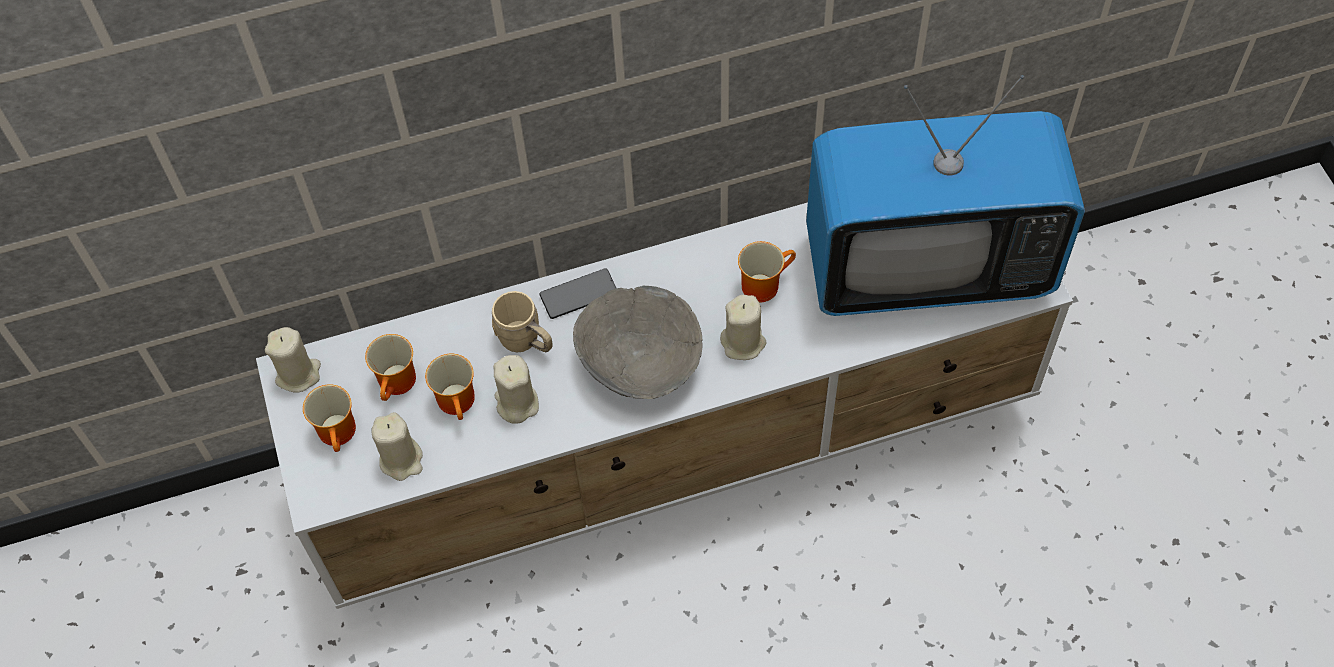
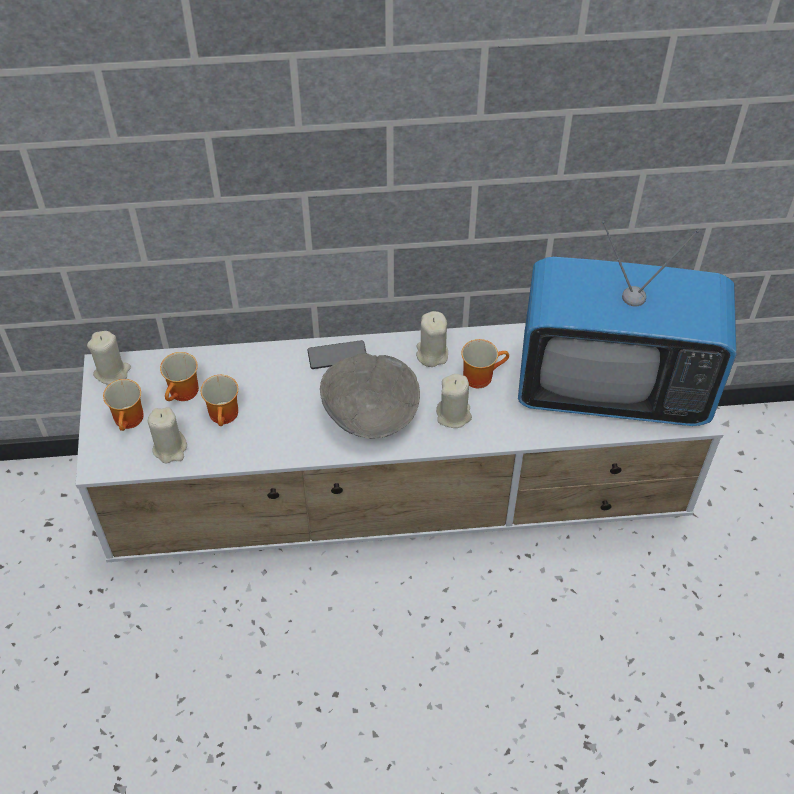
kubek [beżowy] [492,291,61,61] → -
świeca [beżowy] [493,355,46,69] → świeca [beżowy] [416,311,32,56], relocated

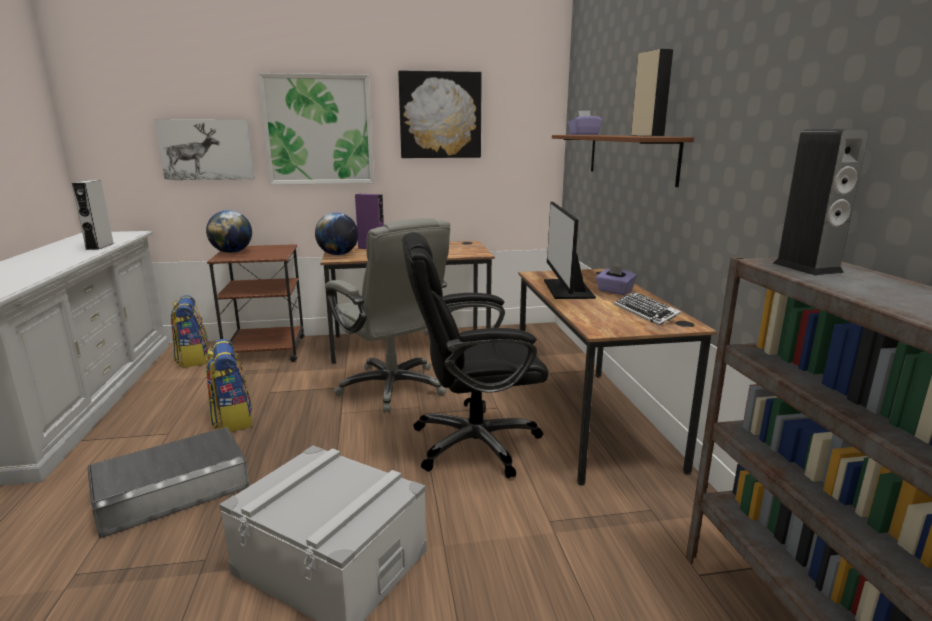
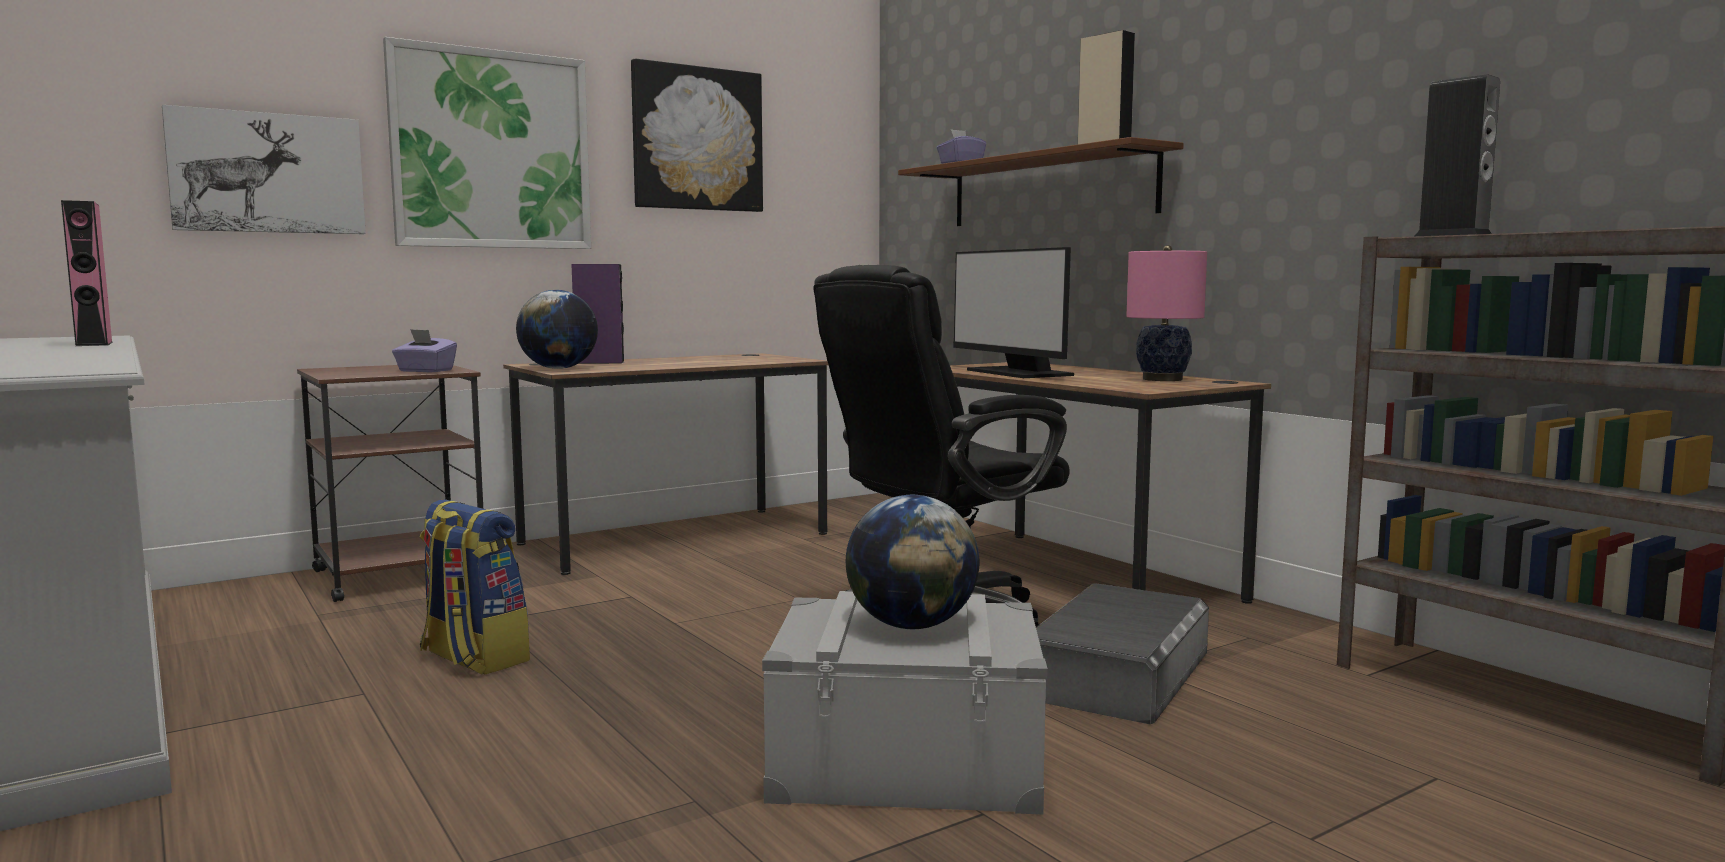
głośnik [szary] [72,180,42,70] → głośnik [różowy] [61,200,51,146]
globus [206,210,46,43] → globus [846,495,134,134], relocated
krzesło biurowe [szary] [325,218,125,195] → -
pudełko chusteczek [fioletowy] [596,264,41,31] → pudełko chusteczek [fioletowy] [392,329,65,43], relocated
klawiatura [614,292,67,34] → lampa stołowa [różowy] [1126,245,81,136]
plecak [171,295,37,72] → -
pojemnik do przechowywania [szary] [87,427,162,111] → pojemnik do przechowywania [szary] [1036,583,173,141], relocated

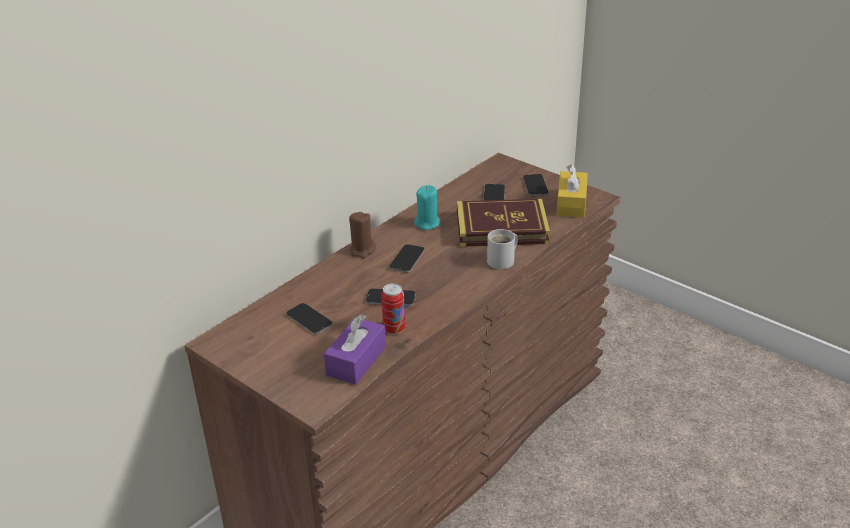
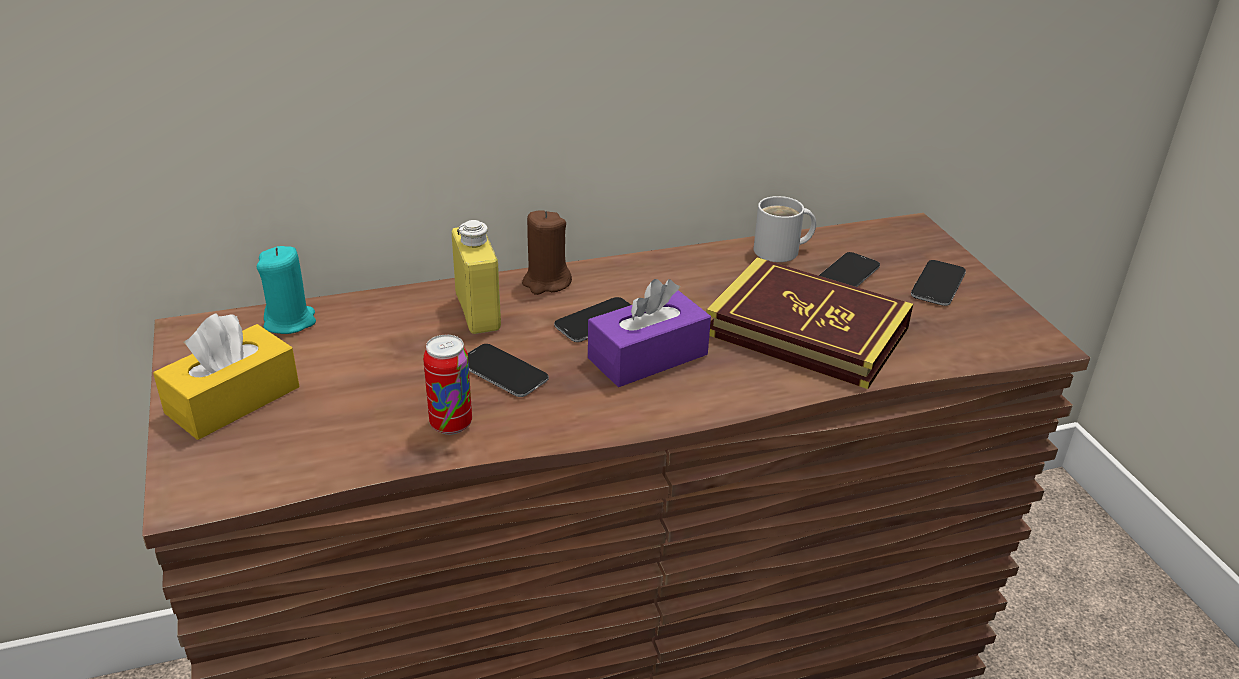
pudełko chusteczek [żółty] [557,164,31,54] → pudełko chusteczek [żółty] [153,313,146,127], relocated
świeca [turkusowy] [414,185,26,45] → świeca [turkusowy] [257,246,59,88], relocated
kubek [biały] [487,229,31,40] → kubek [biały] [754,196,62,66], relocated
telefon [286,303,47,31] → -
pudełko chusteczek [fioletowy] [324,314,62,71] → pudełko chusteczek [fioletowy] [588,279,123,108], relocated
- → butelka [żółty] [452,220,49,114]

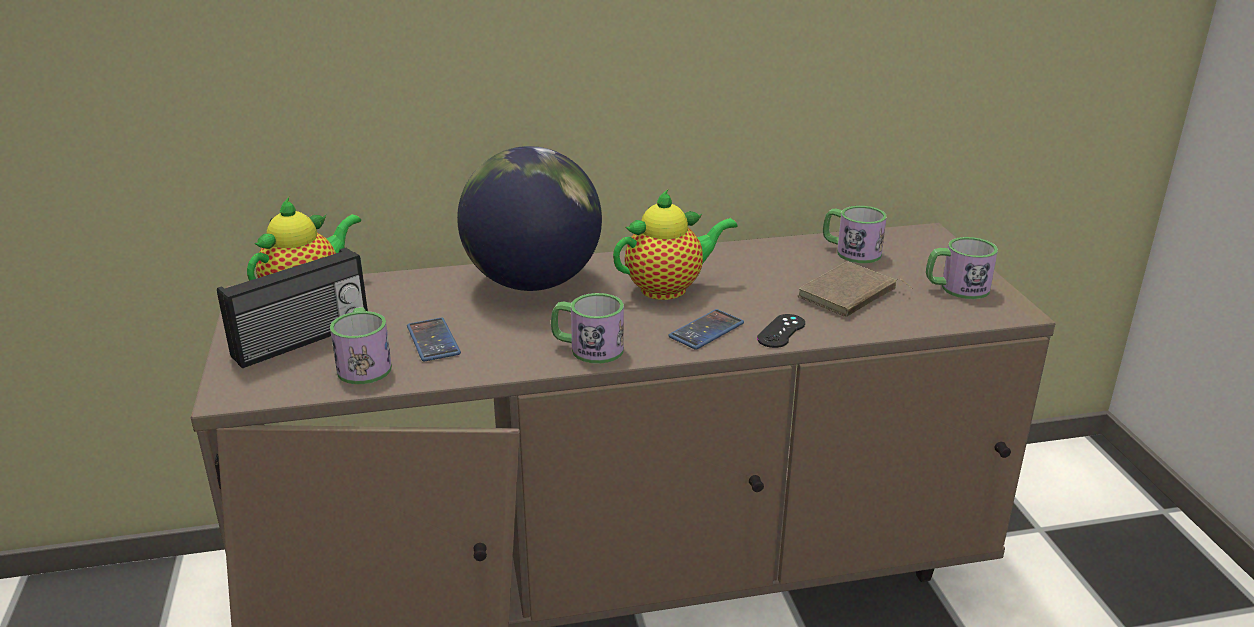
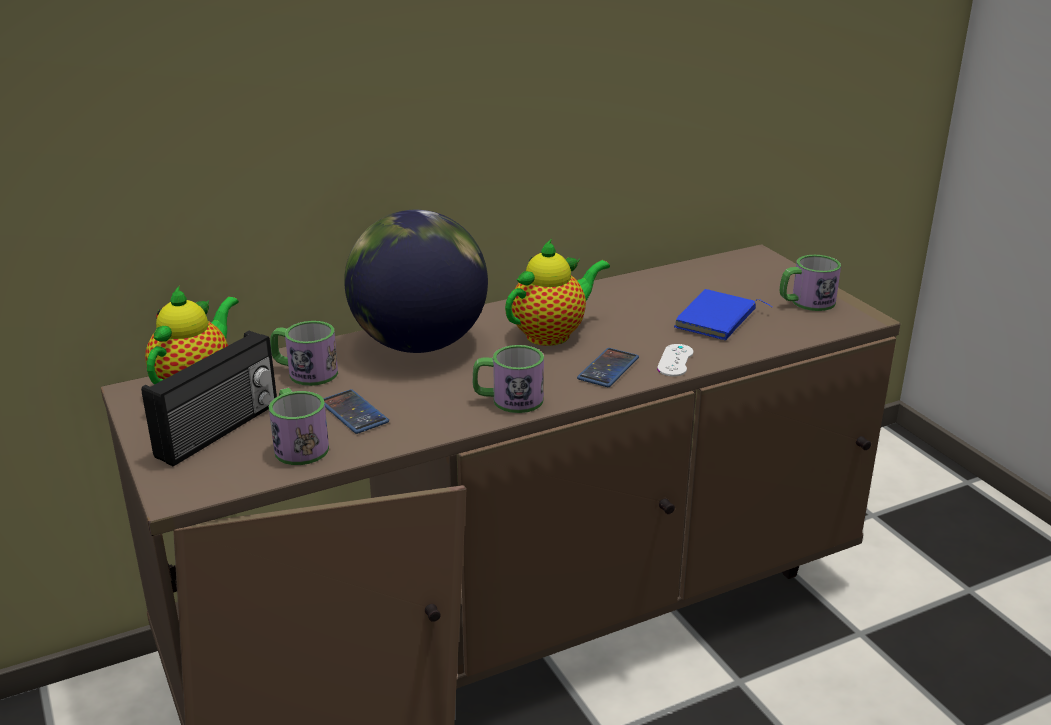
kubek [823,206,64,57] → kubek [270,321,68,65], relocated
książka [brązowy] [798,261,115,56] → książka [niebieski] [674,289,98,51]
pad do gier [czarny] [757,314,48,34] → pad do gier [biały] [657,344,36,33]

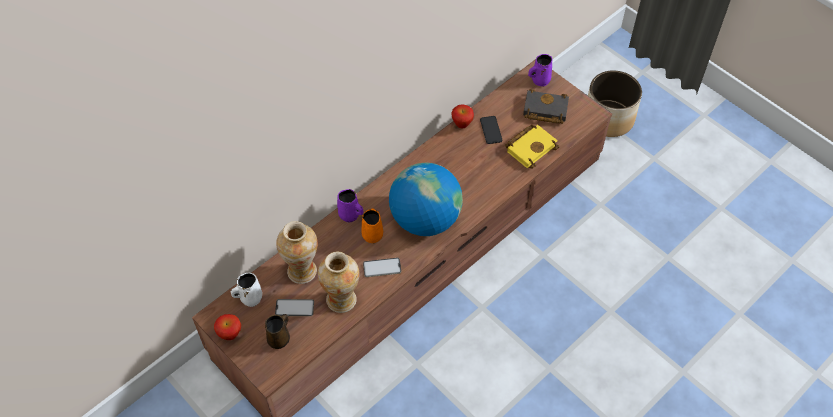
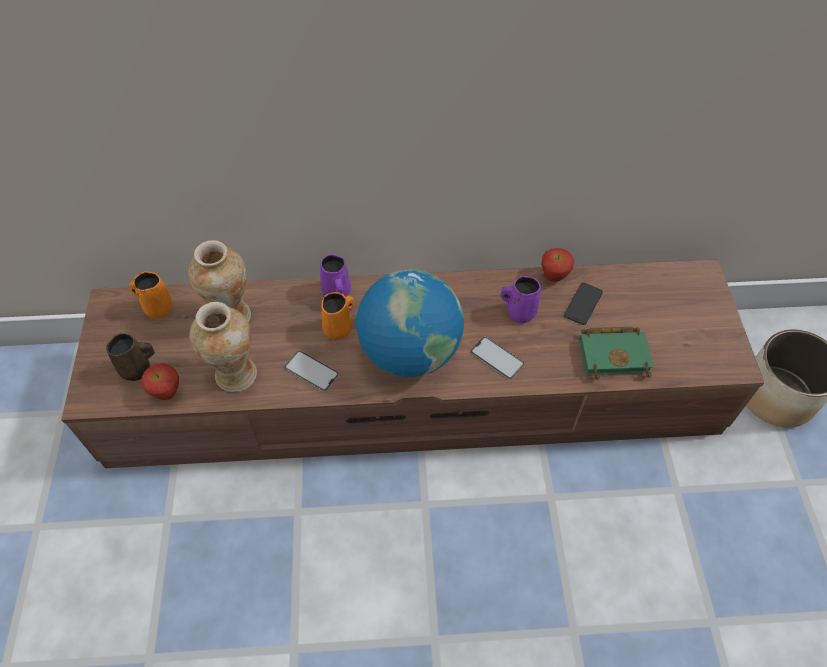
kubek [fioletowy] [528,54,25,32] → kubek [fioletowy] [500,276,41,47], relocated
książka [czarny] [523,89,46,35] → -
książka [żółty] [505,124,55,44] → książka [zielony] [579,327,75,53]
kubek [biały] [231,273,31,34] → kubek [pomarańczowy] [129,272,44,47]
telefon [275,299,39,17] → telefon [471,337,53,42], relocated
jabłko [214,314,27,26] → jabłko [141,363,38,37], relocated

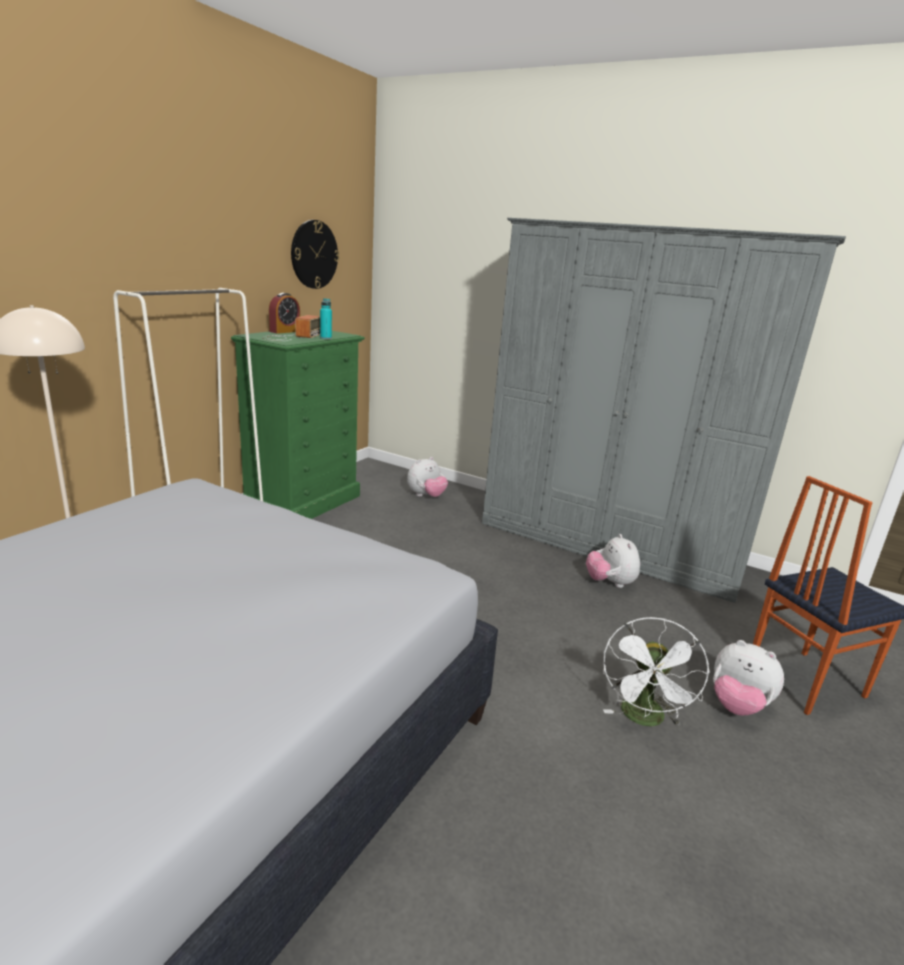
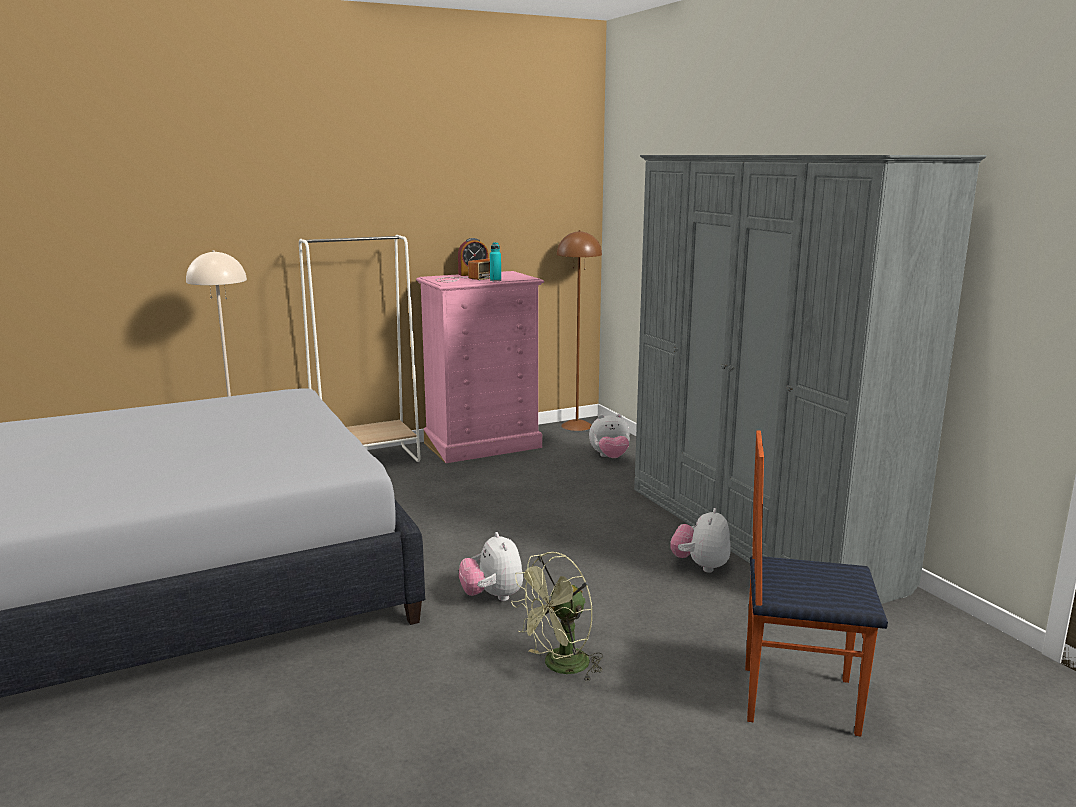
zegar ścienny [291,220,48,69] → -
komoda [zielony] [231,331,134,188] → komoda [różowy] [416,271,128,192]
wentylator [biały] [603,617,106,109] → wentylator [zielony] [511,552,92,128]
pluszak [713,640,71,76] → pluszak [459,532,64,69], relocated
- → lampa stojąca [brązowy] [557,230,45,201]

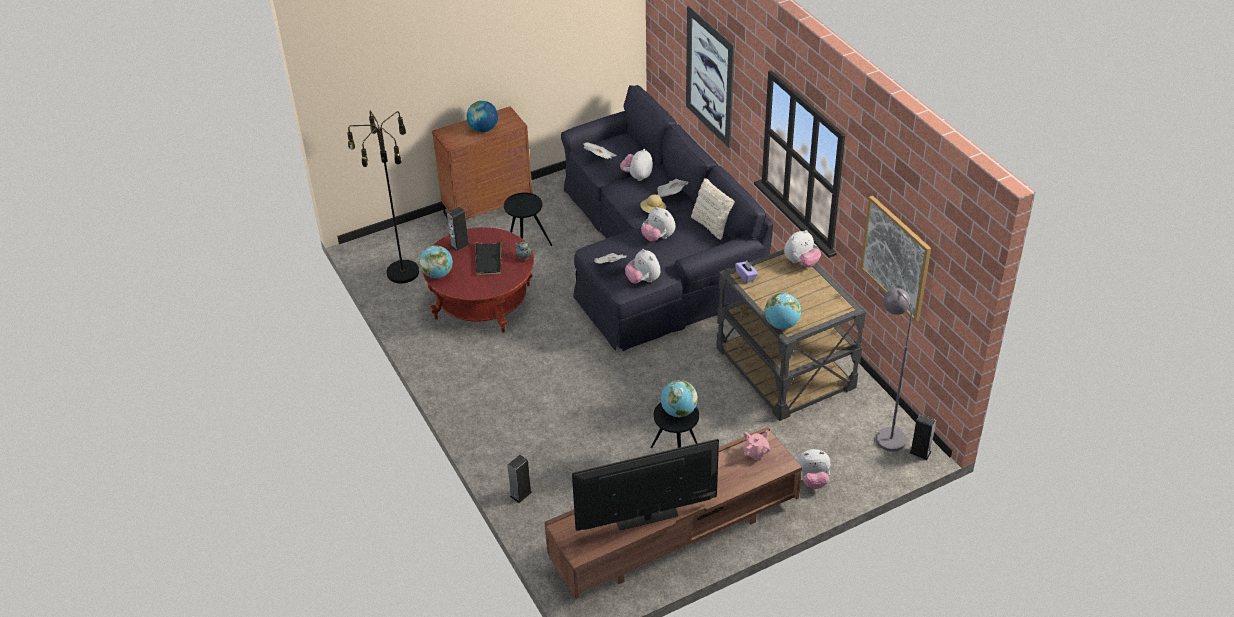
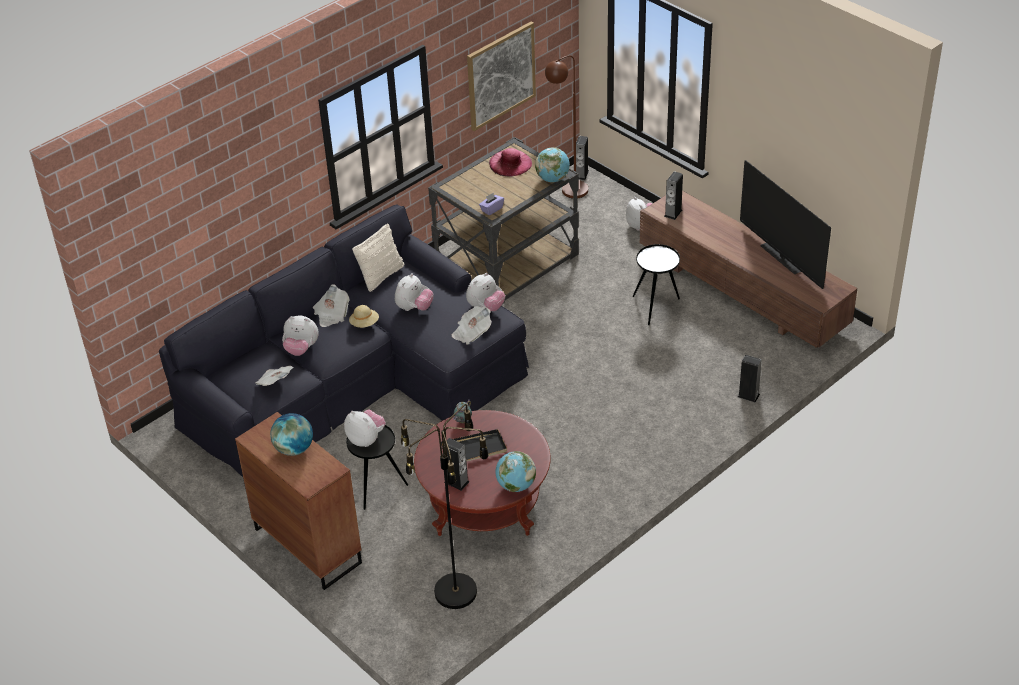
obraz [686,5,49,143] → -
pluszak [784,230,37,37] → pluszak [344,409,42,38], relocated
lampa stojąca [szary] [876,288,36,164] → lampa stojąca [brązowy] [545,55,43,143]
globus [661,380,37,38] → -
imbryk [różowy] [743,430,27,30] → głośnik [664,171,19,49]
- → kapelusz [różowy] [489,148,43,28]

